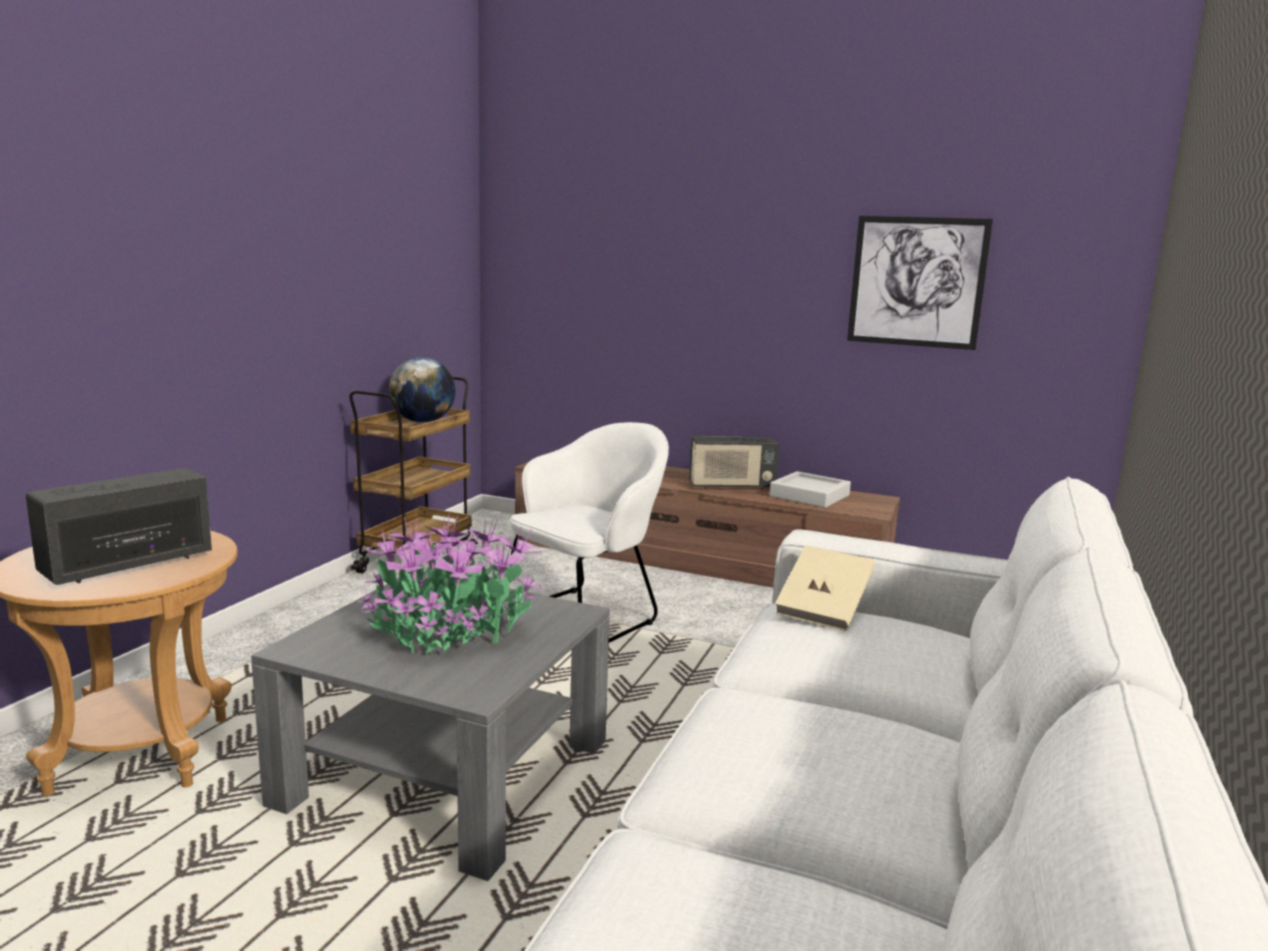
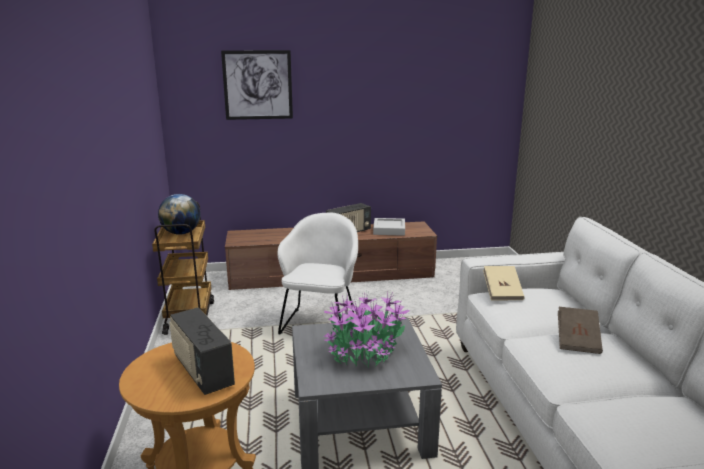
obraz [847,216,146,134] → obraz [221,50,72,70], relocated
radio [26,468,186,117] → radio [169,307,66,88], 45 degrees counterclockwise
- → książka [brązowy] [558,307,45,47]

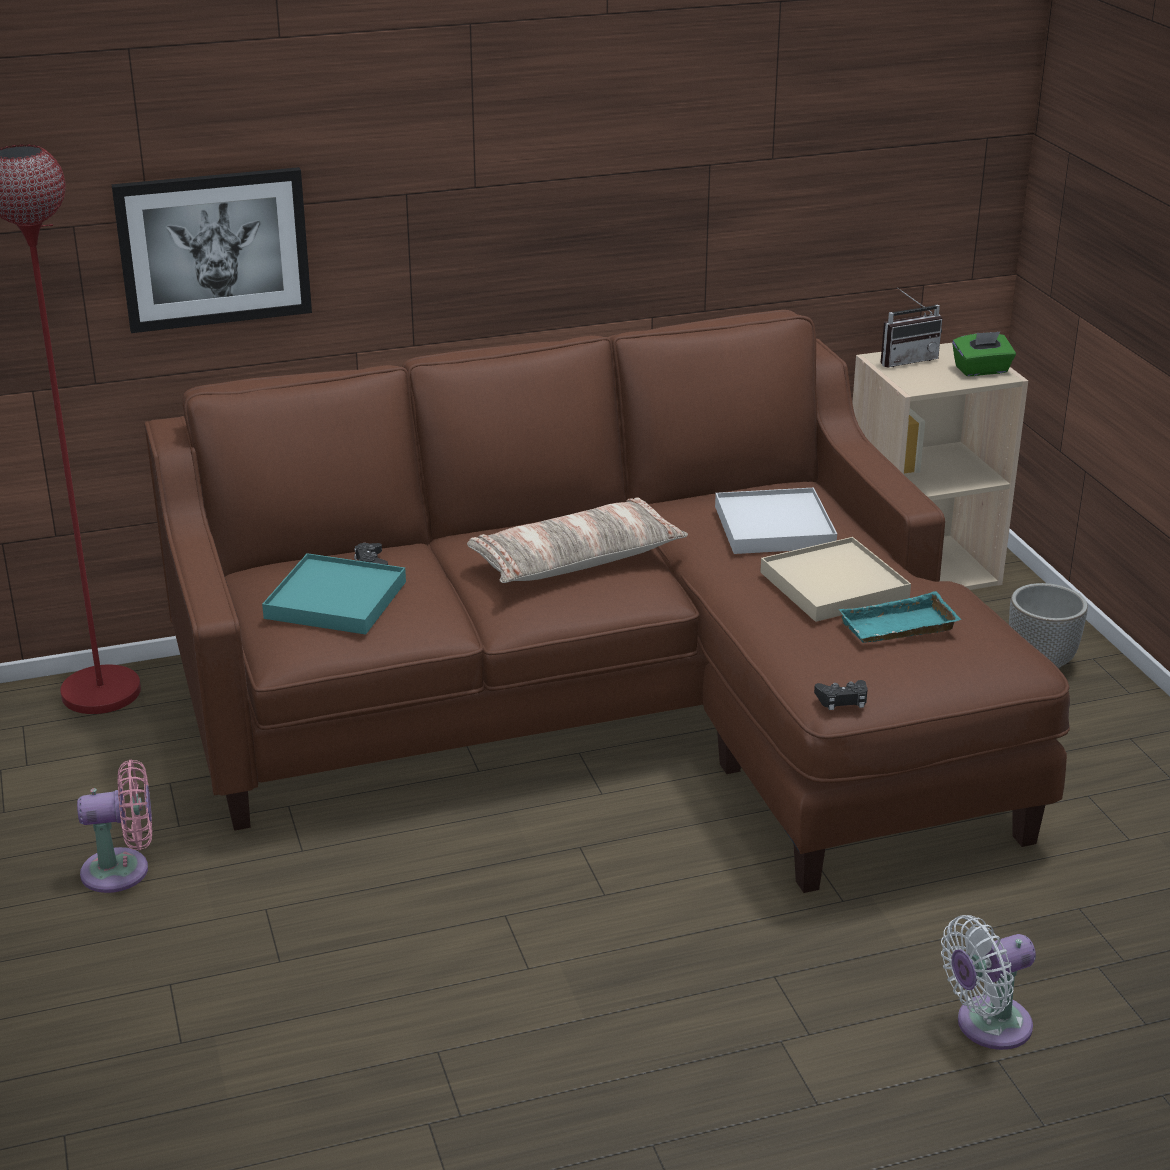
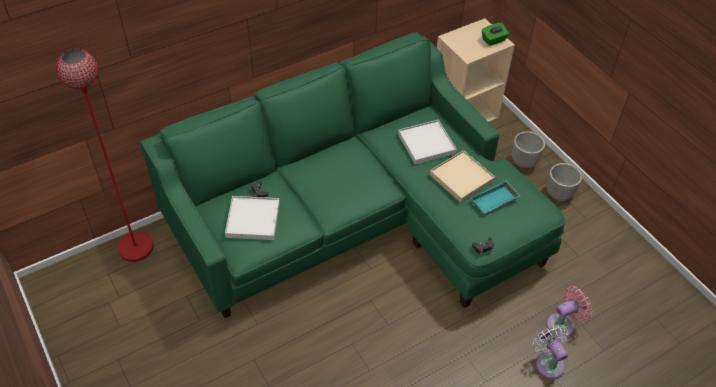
obraz [111,167,201,166] → -
radio [881,288,61,80] → -
kanapa [brązowy] [144,310,926,583] → kanapa [zielony] [140,32,425,286]
poduszka [467,497,221,86] → -
taca [turkusowy] [262,553,144,82] → taca [biały] [225,196,55,44]
wentylator [różowy] [77,759,75,134] → wentylator [różowy] [546,286,46,51], relocated
wentylator [biały] [941,915,95,135] → wentylator [biały] [533,325,36,54], 105 degrees clockwise
- → donica [547,163,35,38]

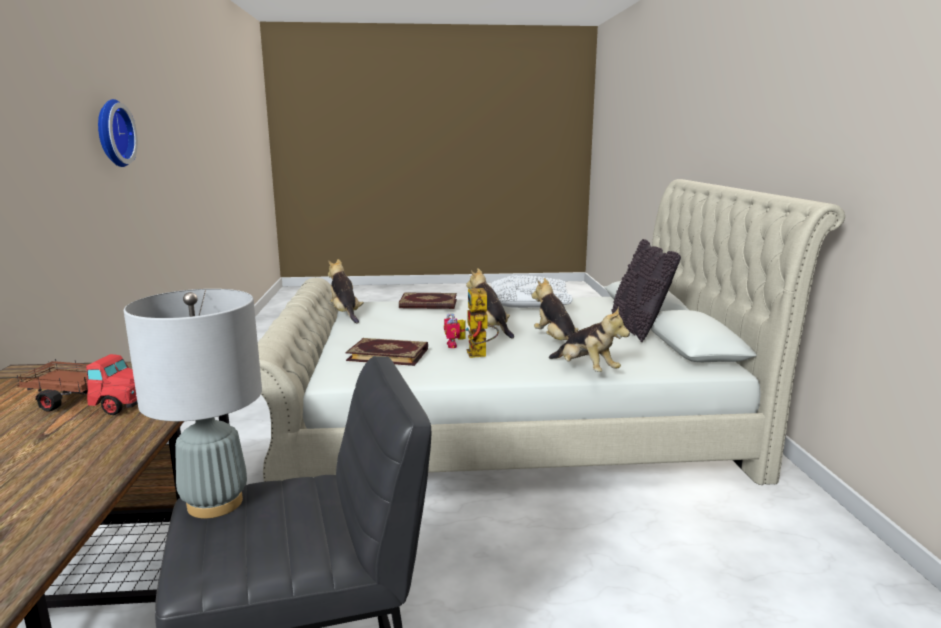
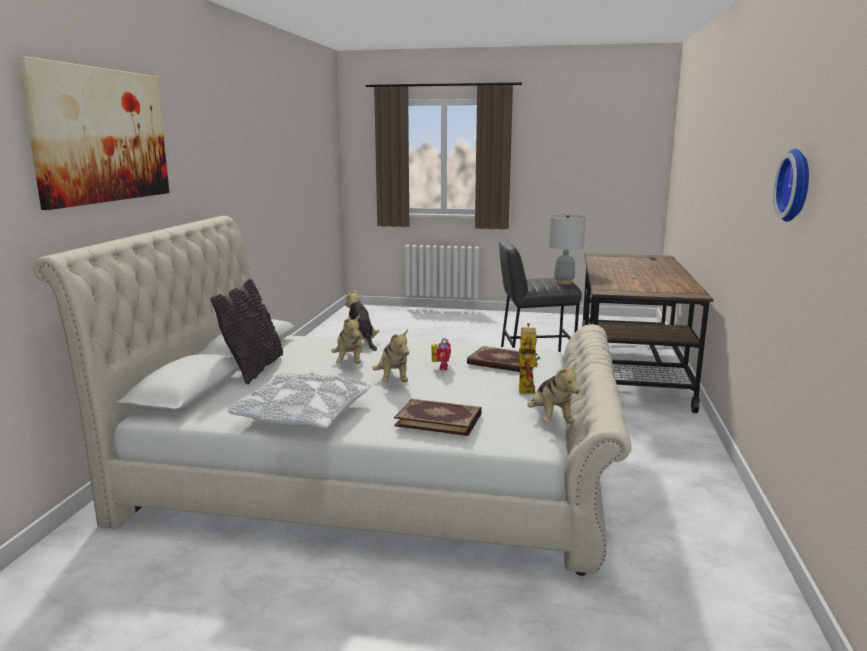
robot zabawkowy [466,288,33,70] → robot zabawkowy [510,323,31,71], relocated
ciężarówka zabawkowa [17,354,121,61] → -
- → obraz [17,56,152,154]

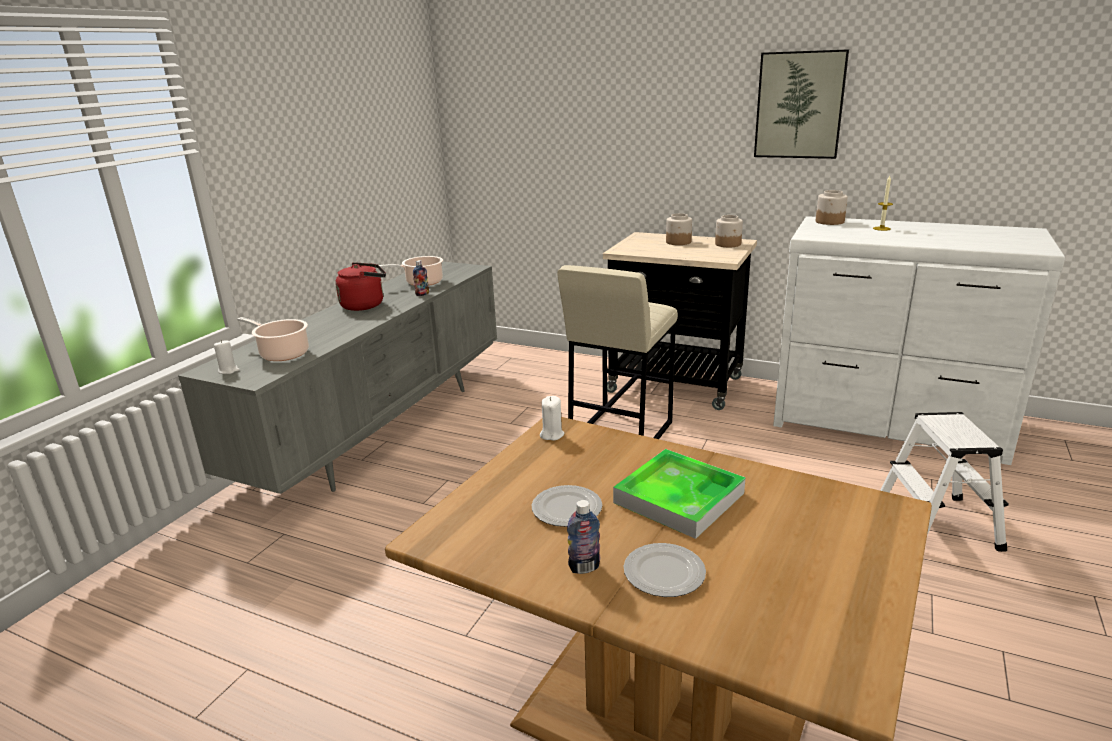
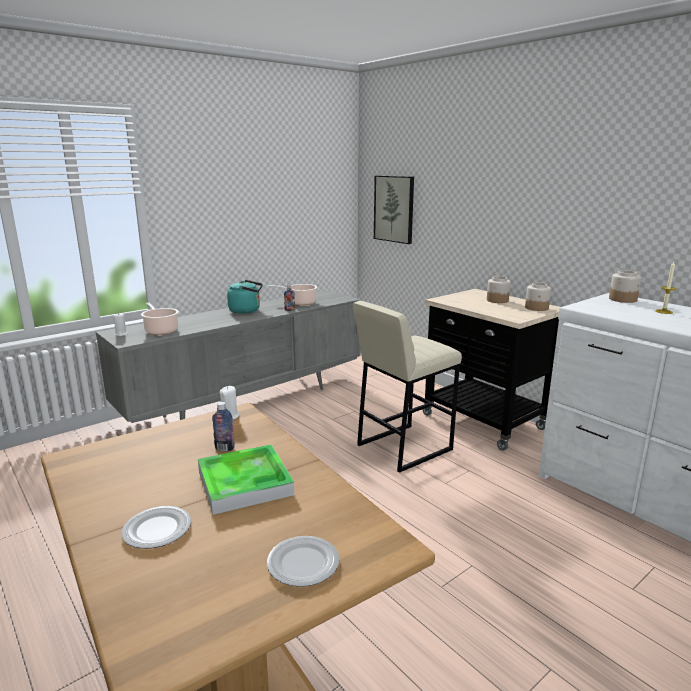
obraz [754,49,95,110] → obraz [374,175,40,69], relocated
czajnik [czerwony] [335,262,51,49] → czajnik [turkusowy] [227,280,36,34]
drabinka [biały] [880,412,129,140] → -
talerz [532,485,70,42] → talerz [267,536,73,51], relocated
butelka [567,500,33,74] → butelka [212,402,23,49], relocated

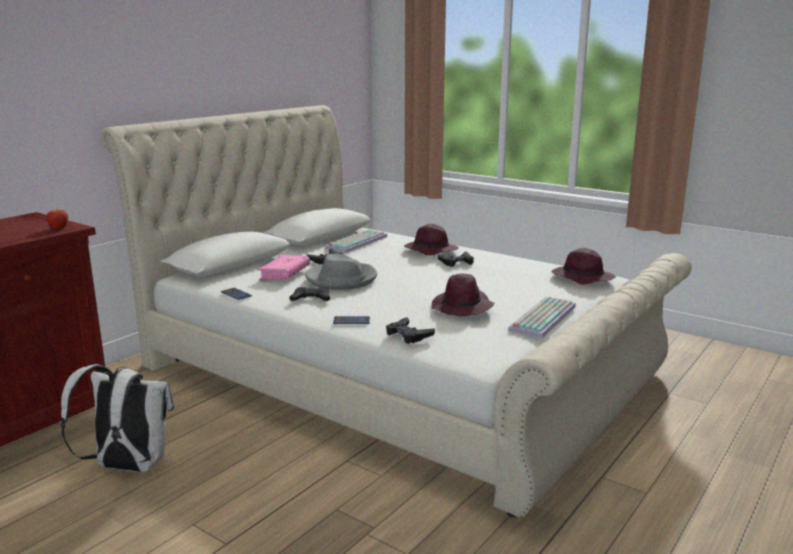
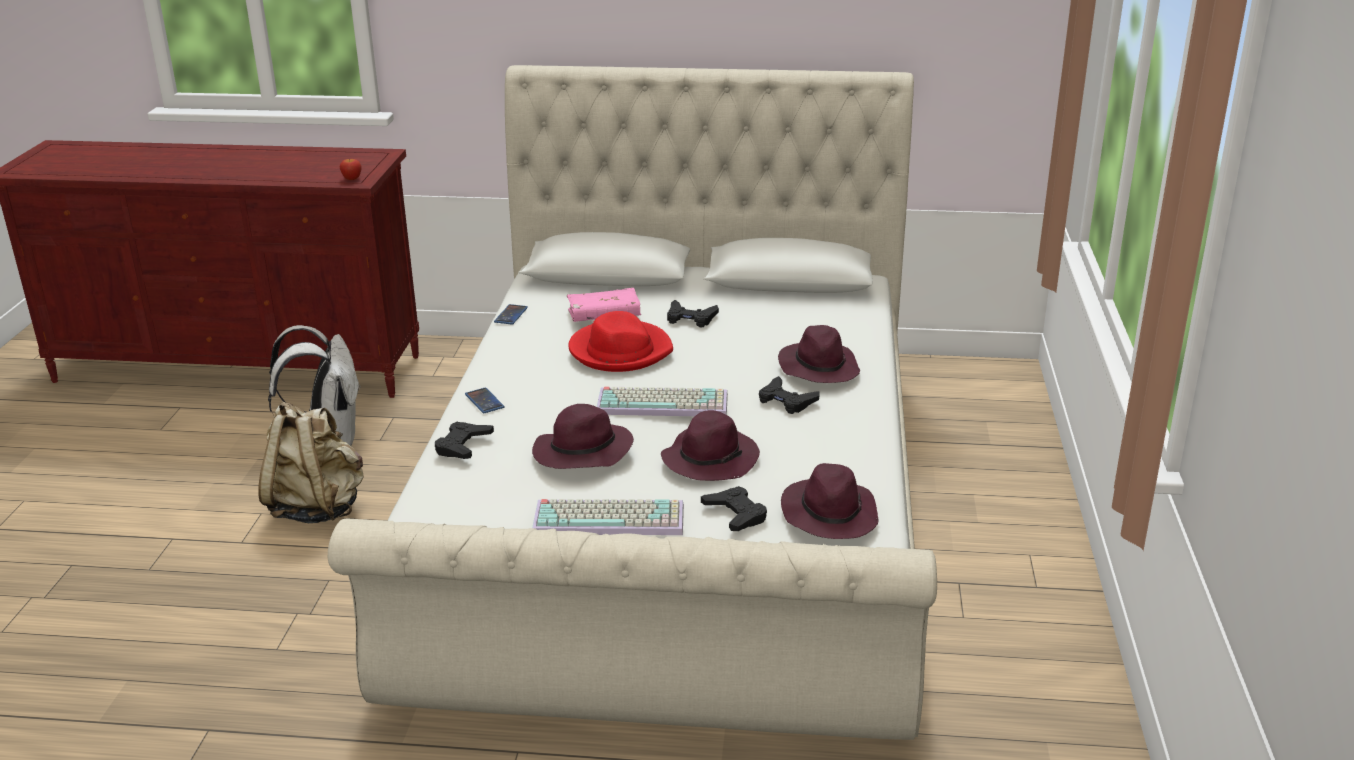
klawiatura [325,229,63,24] → klawiatura [597,387,131,29], relocated
kapelusz [szary] [305,253,72,37] → kapelusz [czerwony] [568,311,105,61]
pad do gier [czarny] [289,287,41,14] → pad do gier [czarny] [701,486,66,45], relocated
- → plecak [beżowy] [258,401,106,122]
- → kapelusz [fioletowy] [661,410,99,71]

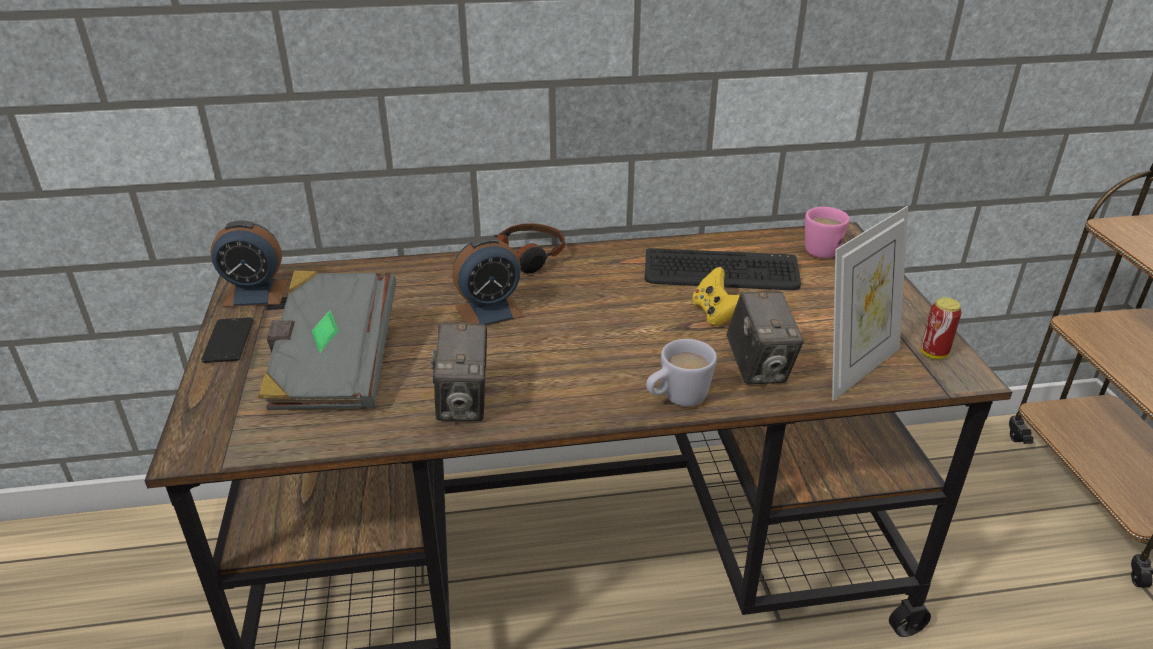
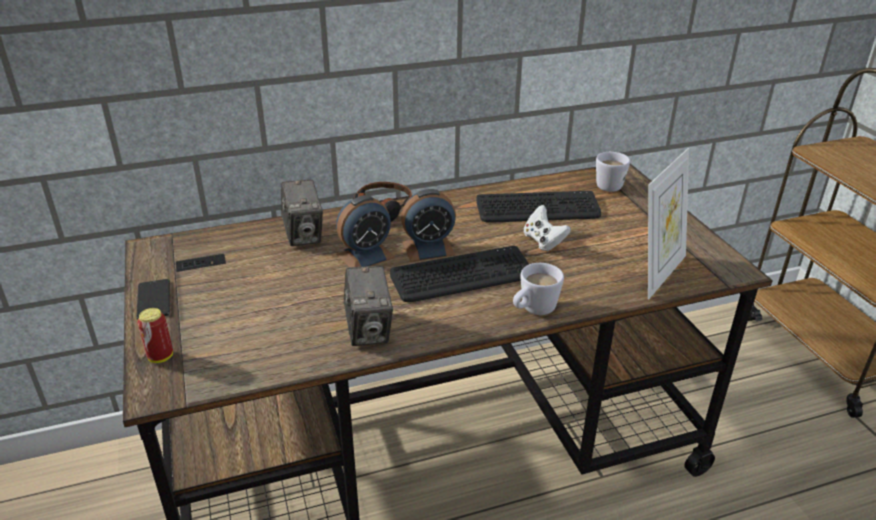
kubek [różowy] [805,207,45,51] → kubek [biały] [596,152,34,40]
budzik [210,220,78,87] → budzik [401,189,55,73], relocated
pad do gier [żółty] [692,267,48,59] → pad do gier [biały] [524,205,47,46]
książka [szary] [258,271,138,139] → -
aparat fotograficzny [726,291,78,94] → aparat fotograficzny [281,179,42,67], relocated
puszka [921,297,40,62] → puszka [137,308,36,55], relocated
- → klawiatura [390,246,139,56]

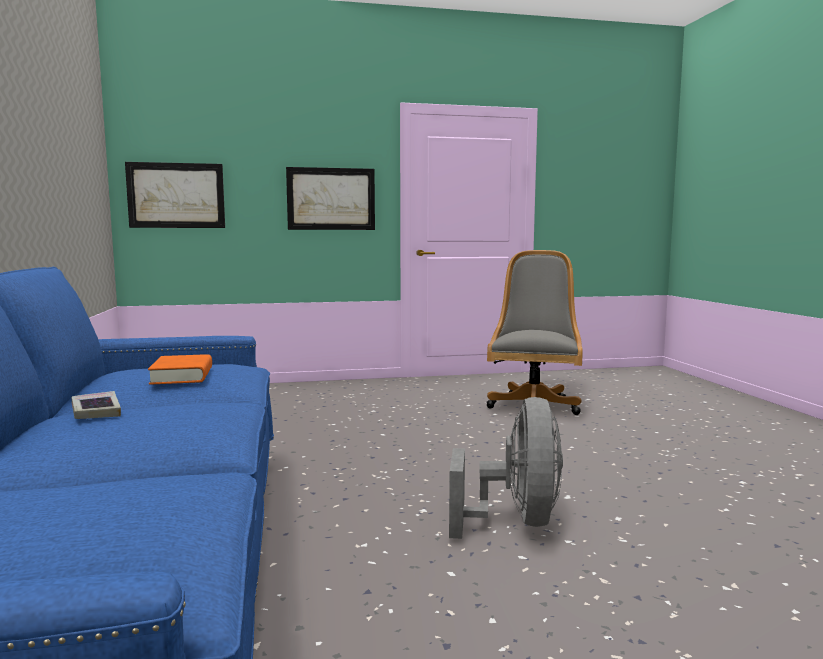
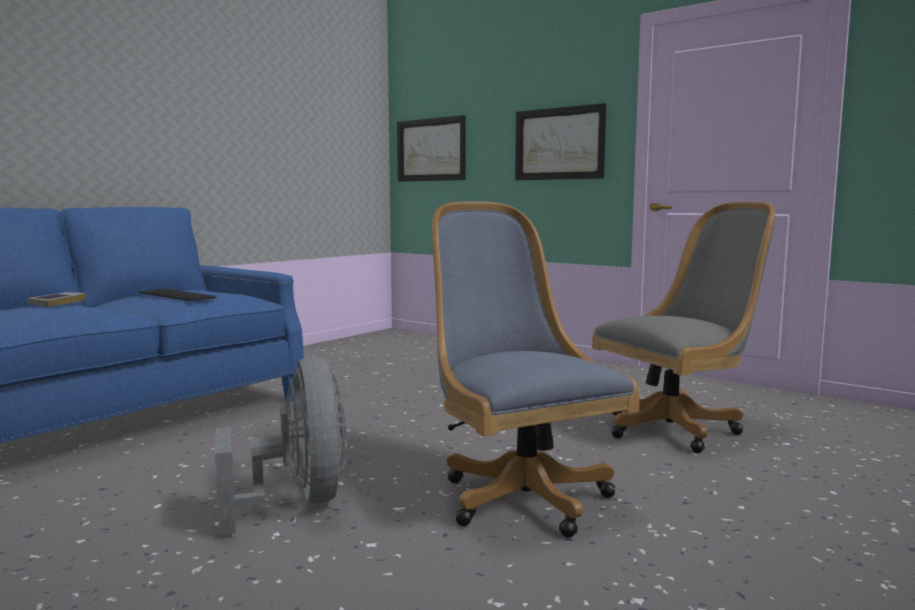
książka [pomarańczowy] [148,354,64,31] → klawiatura [139,288,77,13]
wentylator [szary] [449,397,114,142] → wentylator [szary] [215,357,132,178], 75 degrees counterclockwise
- → krzesło biurowe [niebieski] [432,202,207,336]

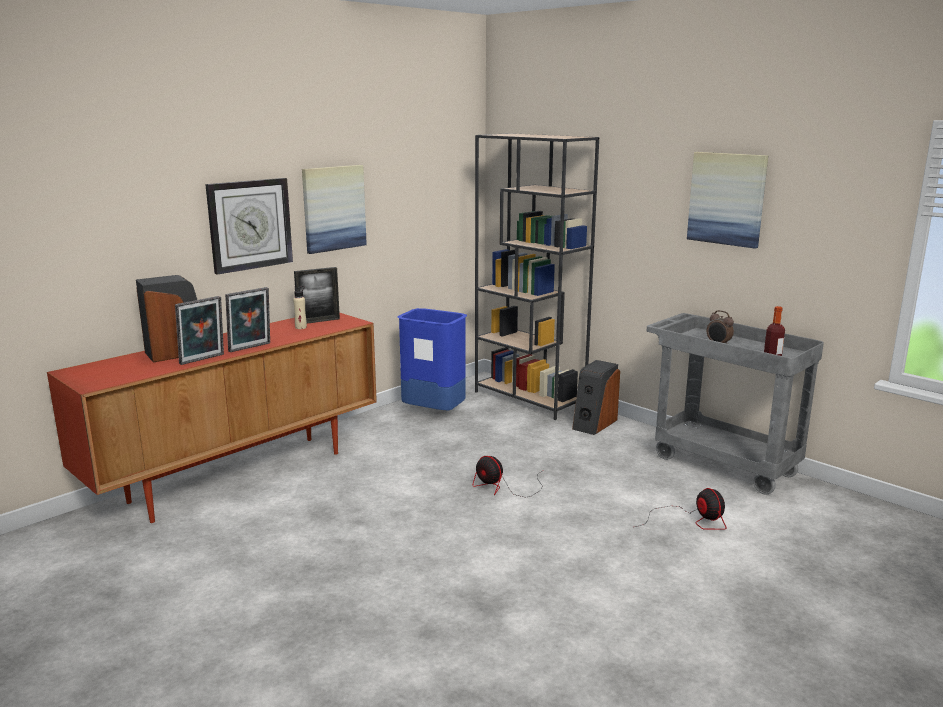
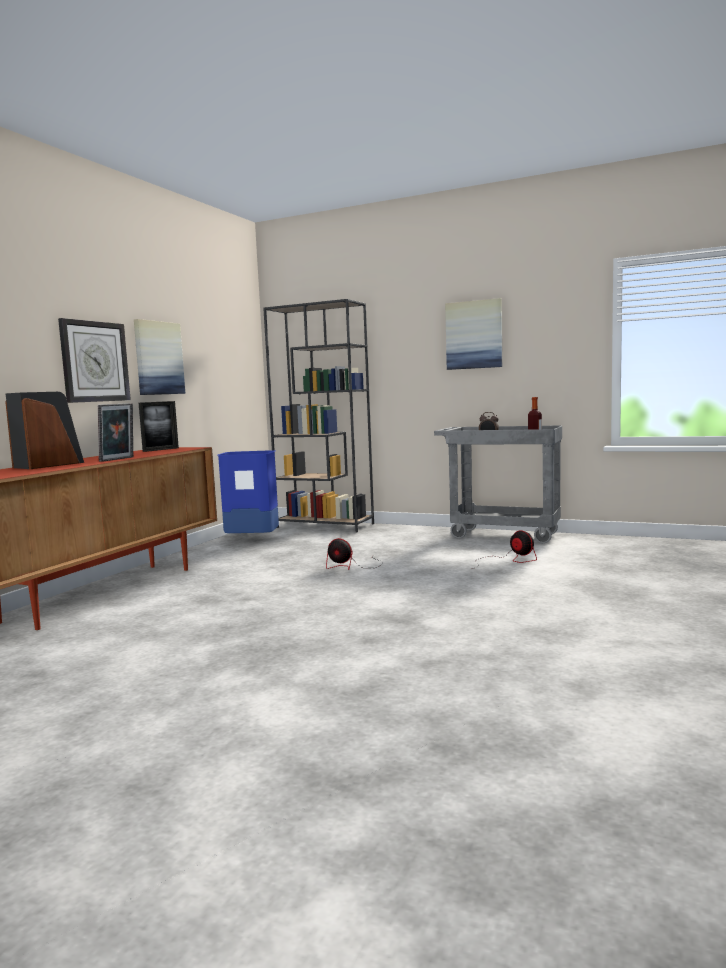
butelka [beżowy] [293,286,14,43] → -
ramka na zdjęcie [175,296,49,69] → -
głośnik [572,360,48,75] → -

